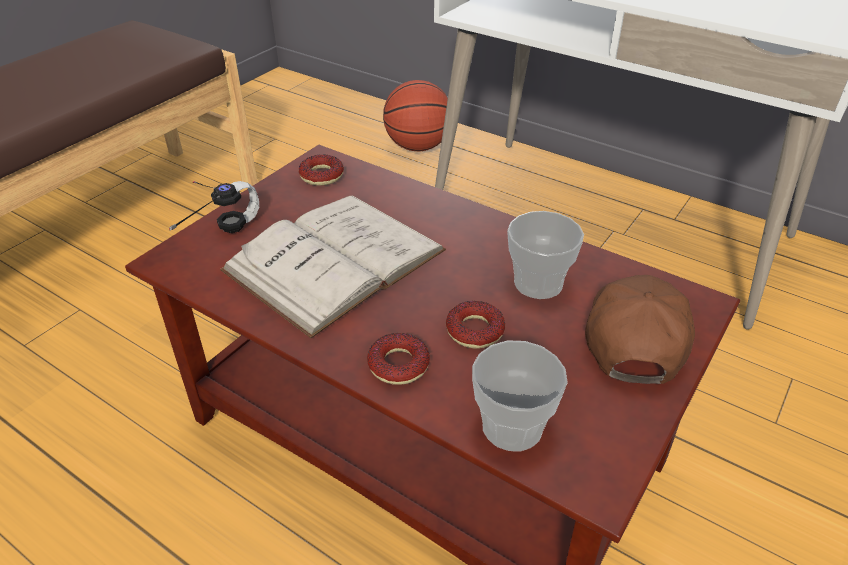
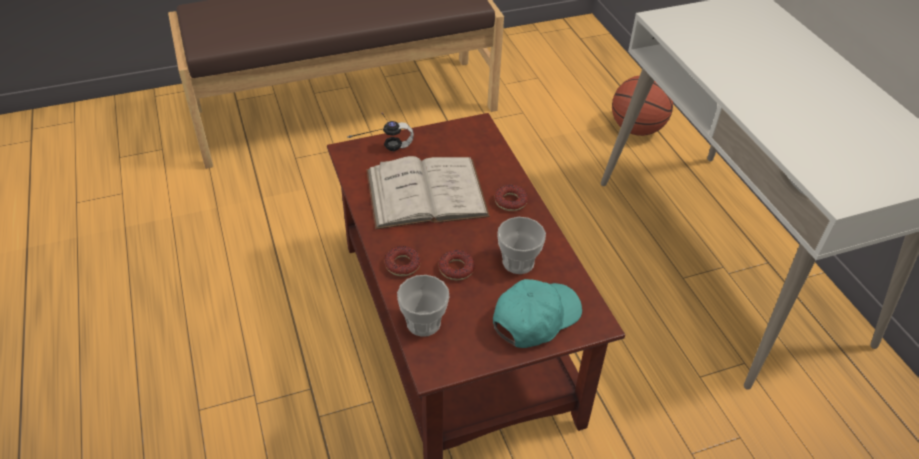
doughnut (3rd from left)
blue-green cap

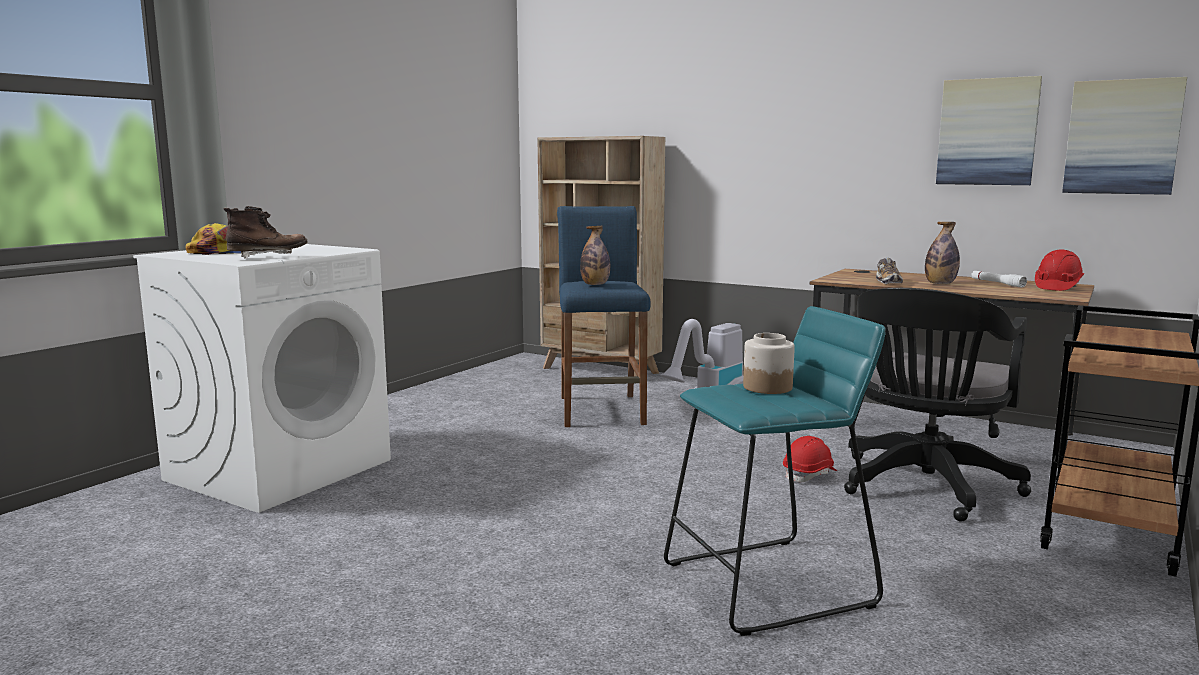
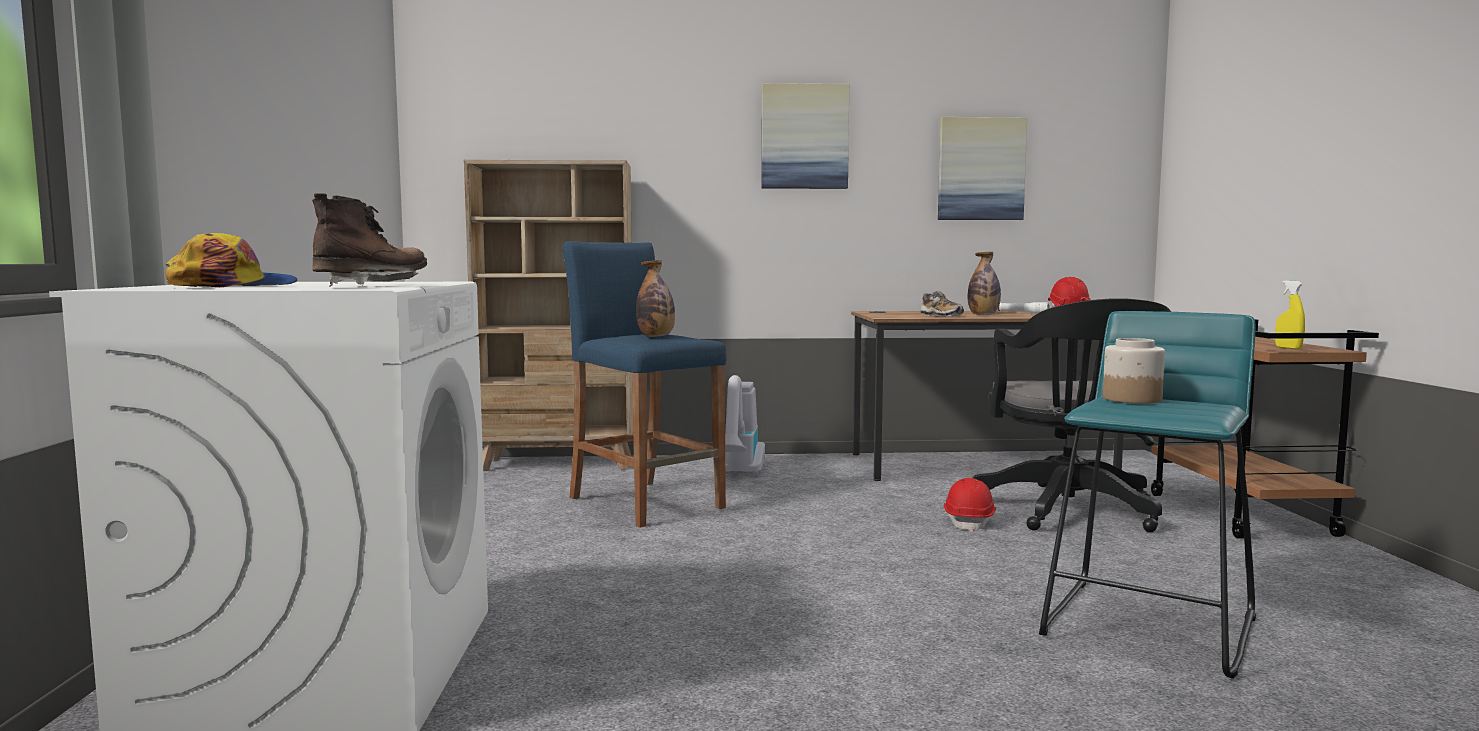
picture (1st from left)
yellow spray bottle

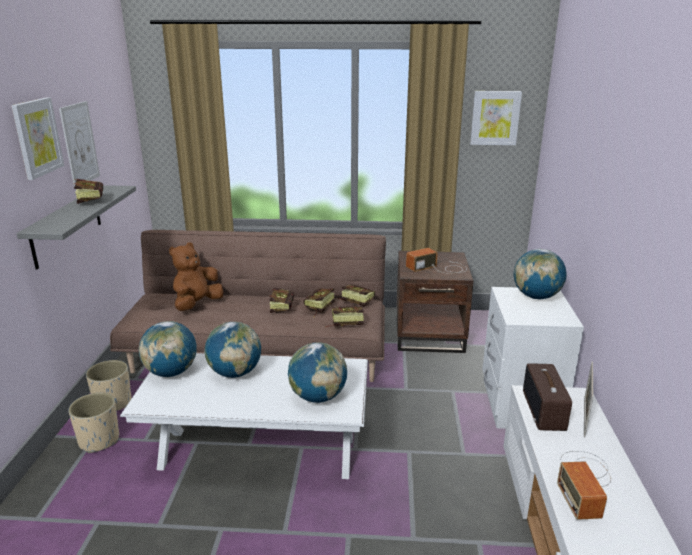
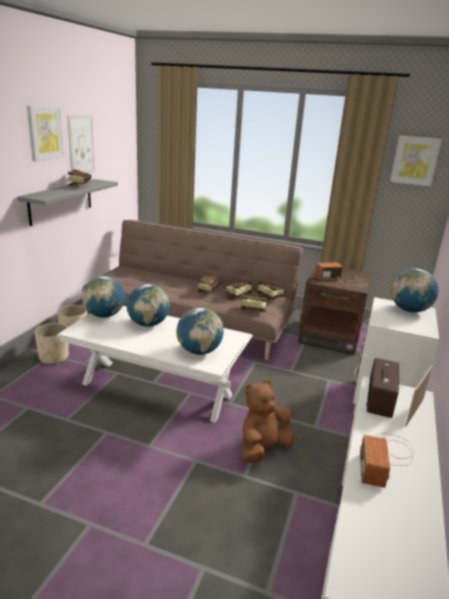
brown-coloured plush toy

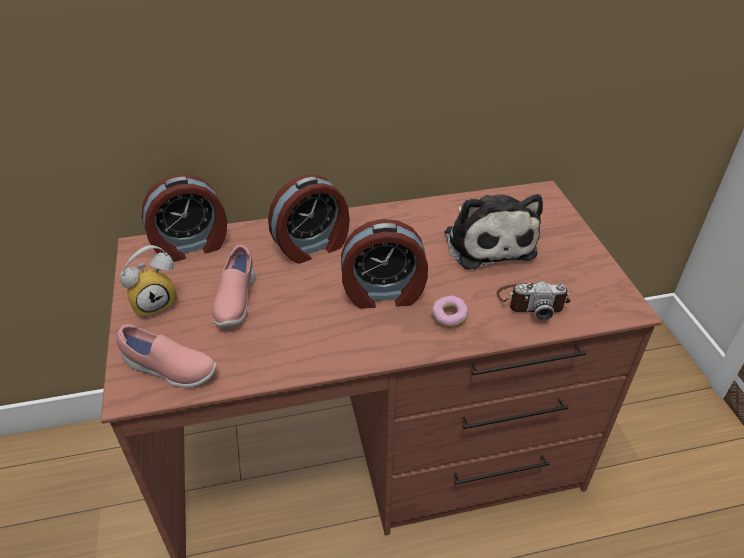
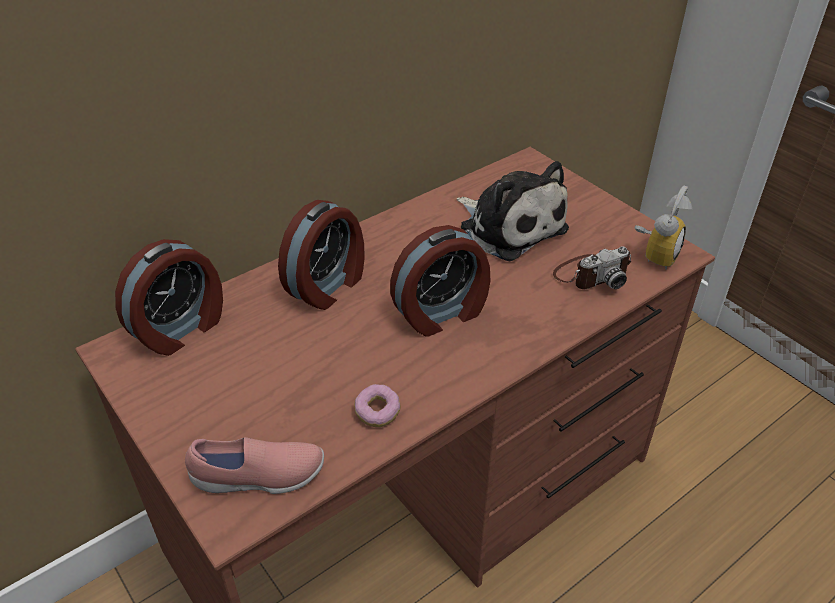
table clock (4th from left)
pink item of footwear (2nd from left in the first image)
doughnut

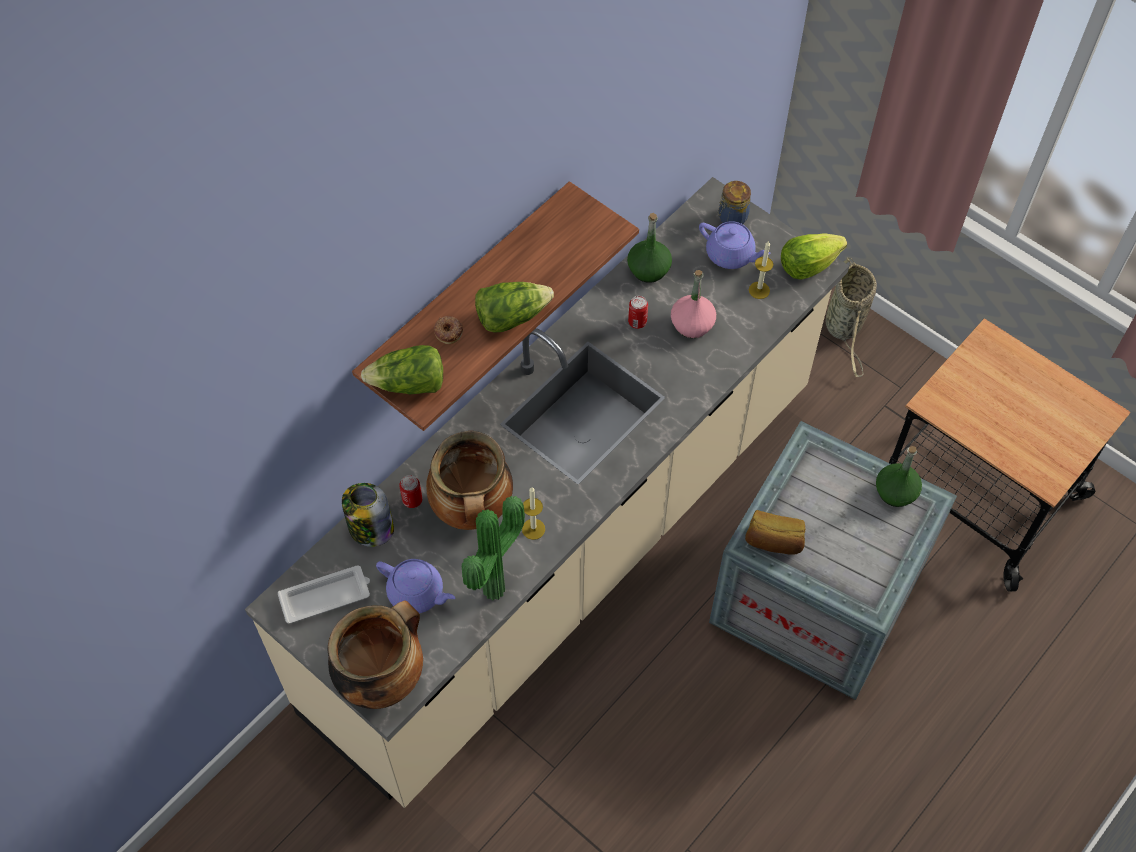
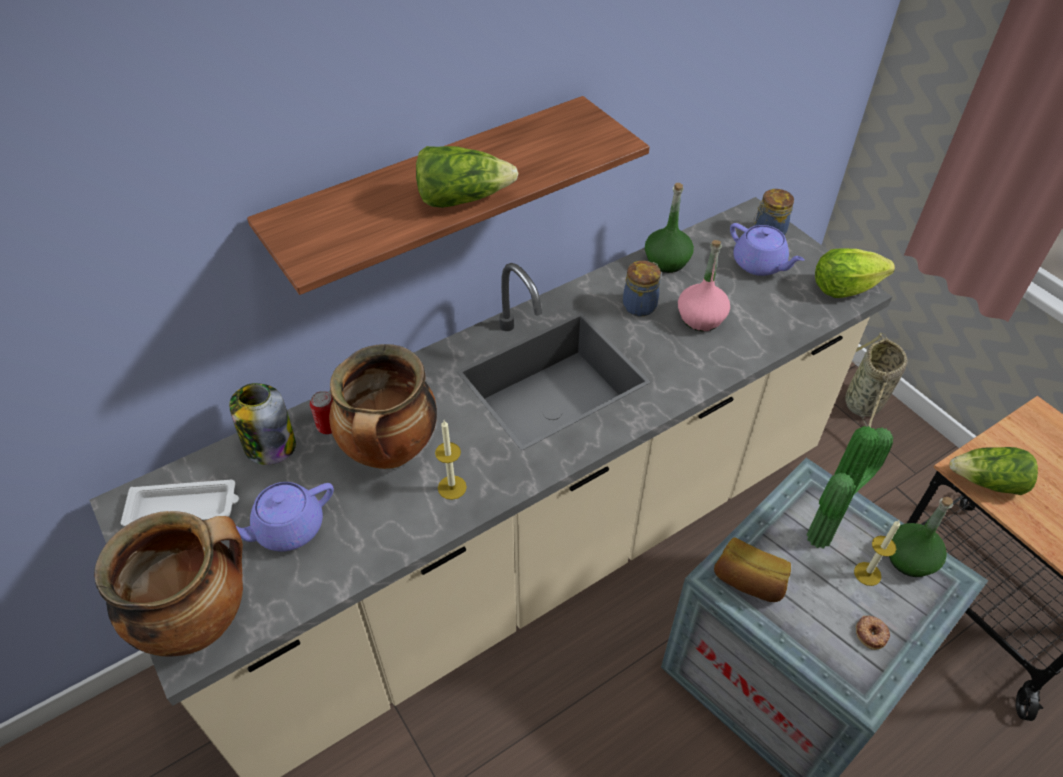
wax light (2nd from left)
jar (2nd from left)
doughnut
lettuce head (3rd from left)
houseplant
purplish tea pot (1st from left)

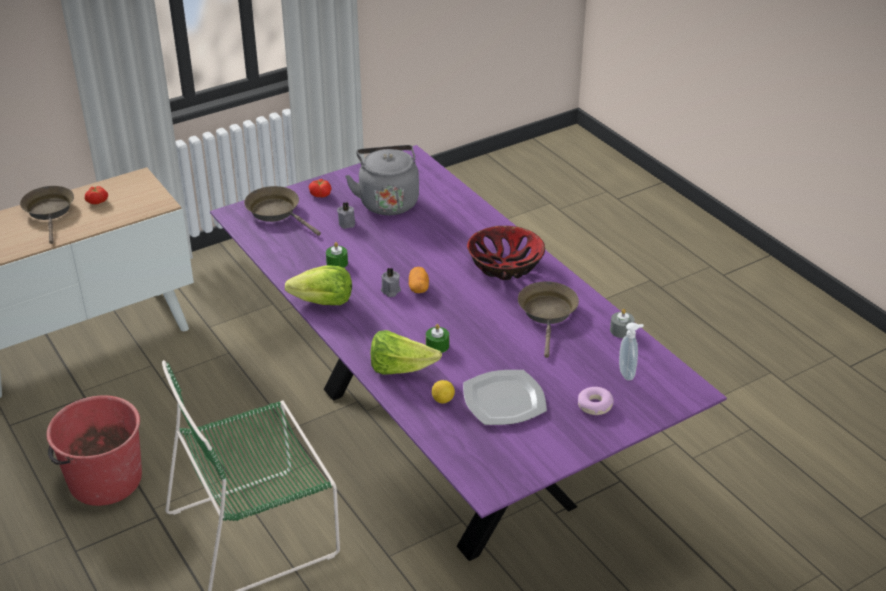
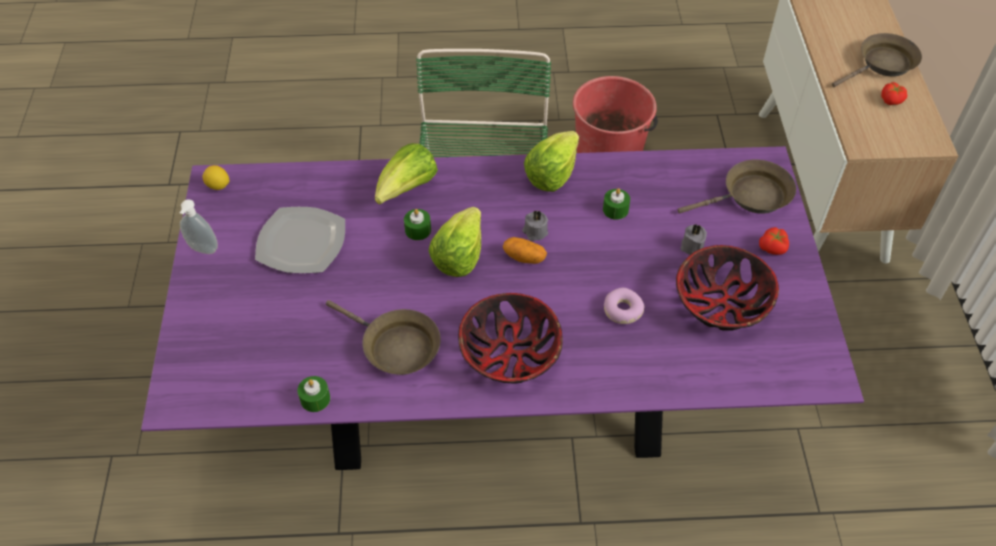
deep dish (2nd from left)
brown-coloured frying pan (3rd from left)
green wax light (1st from left)
soap dispenser
citrus fruit
doughnut
lettuce head (2nd from left)

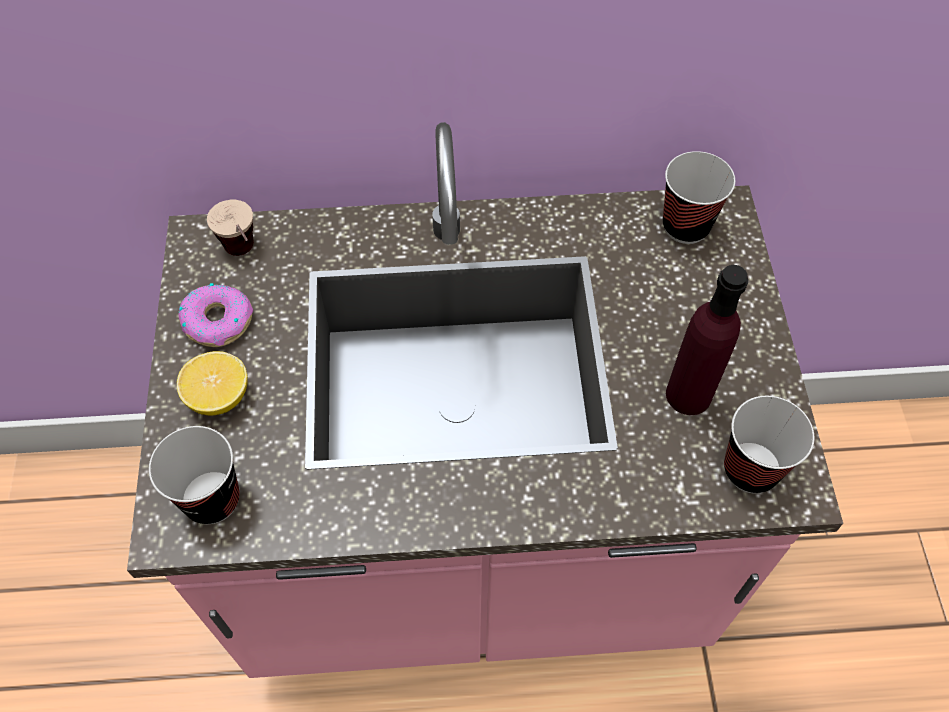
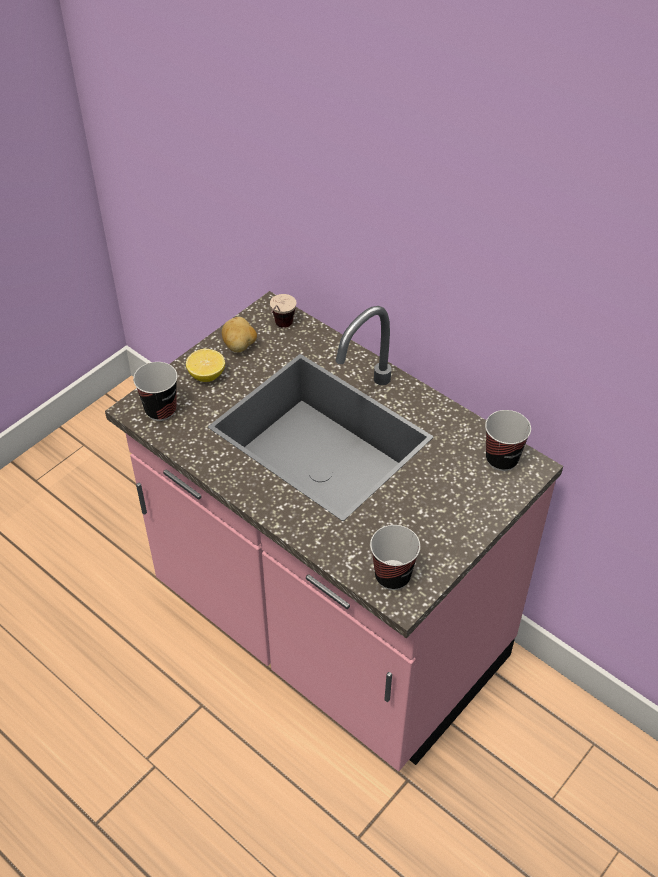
purplish bottle
whole potato

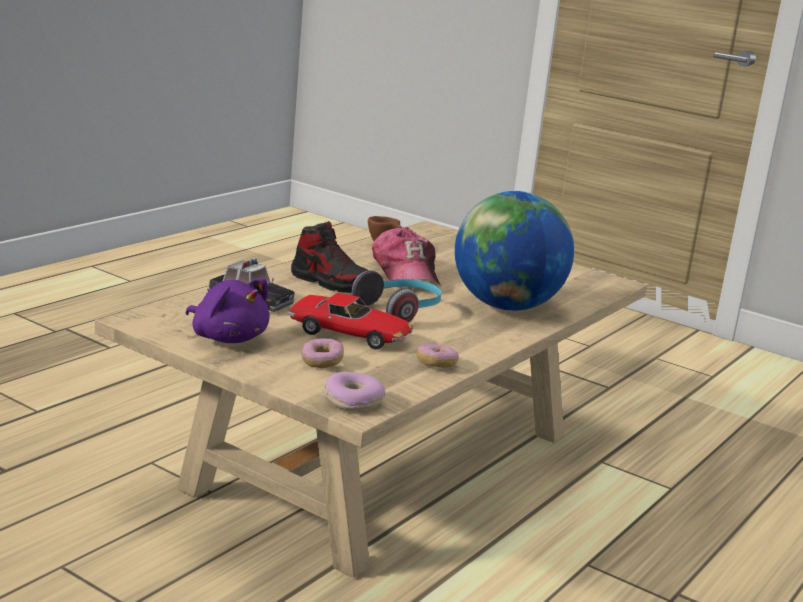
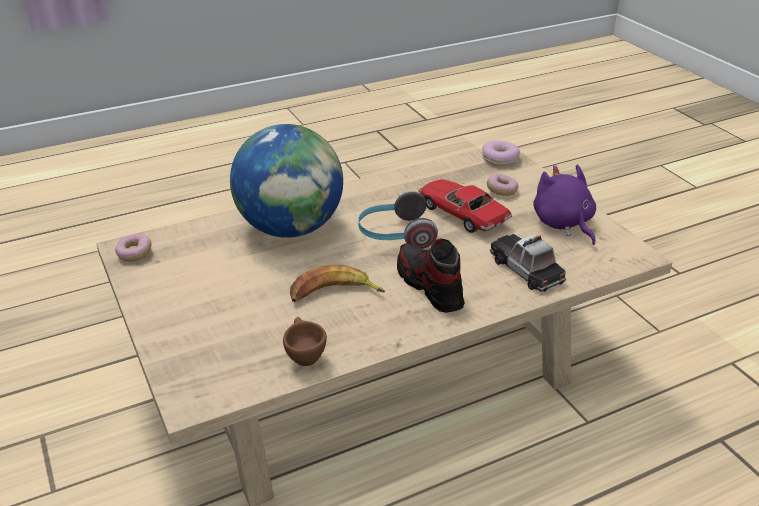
whole banana
doughnut (1st from left)

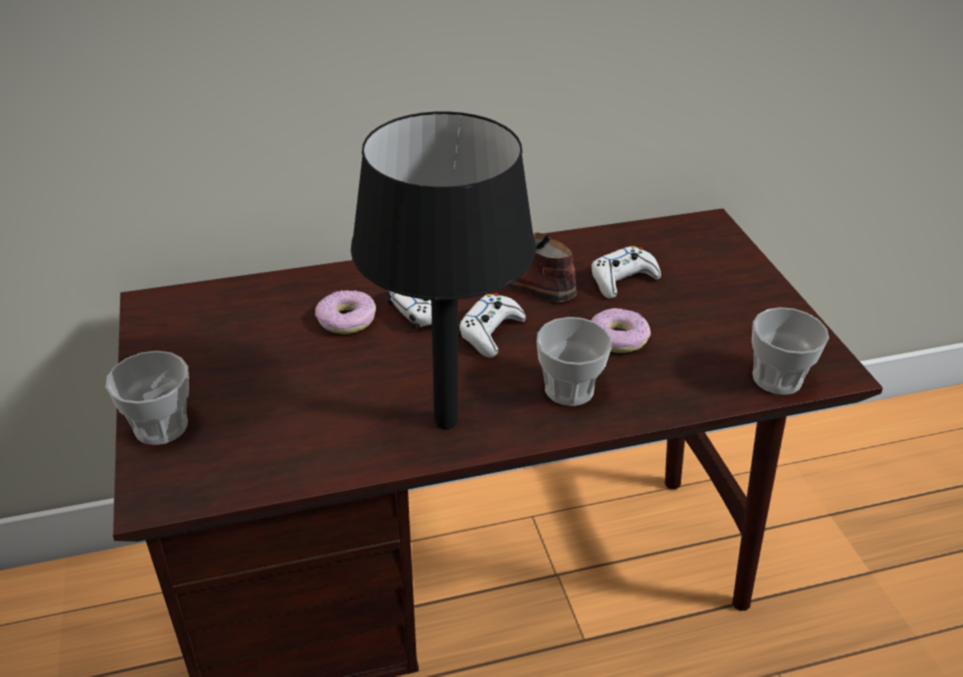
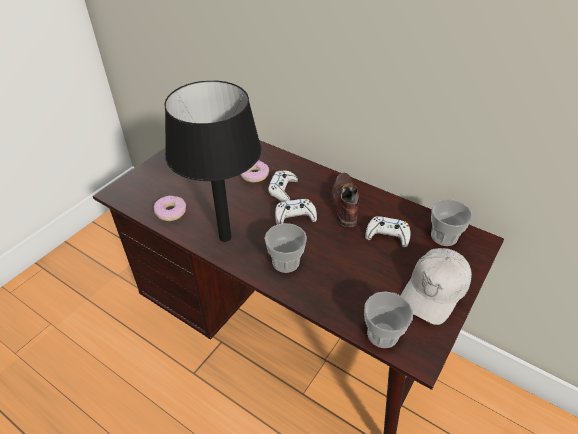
doughnut (1st from left)
cup (3rd from left)
whitish cap

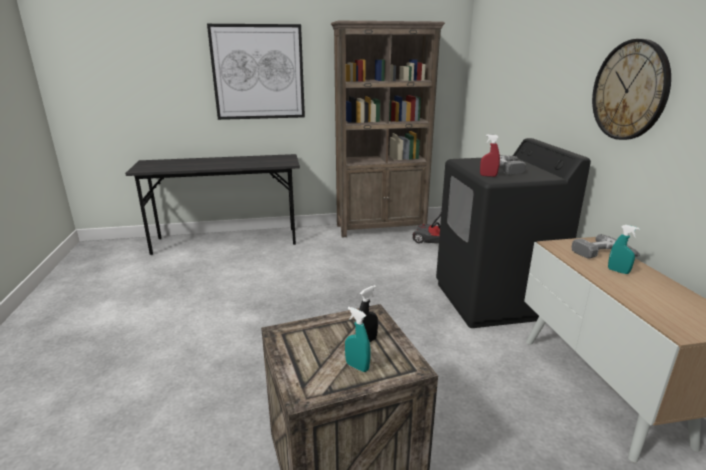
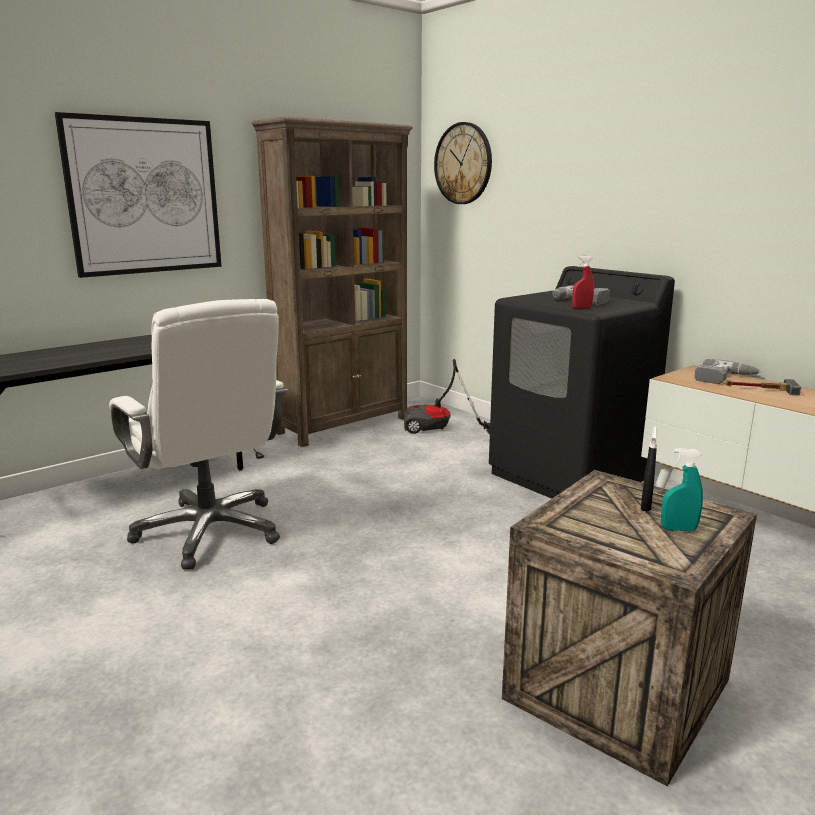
clock on the wall
hand hammer
whitish office chair

